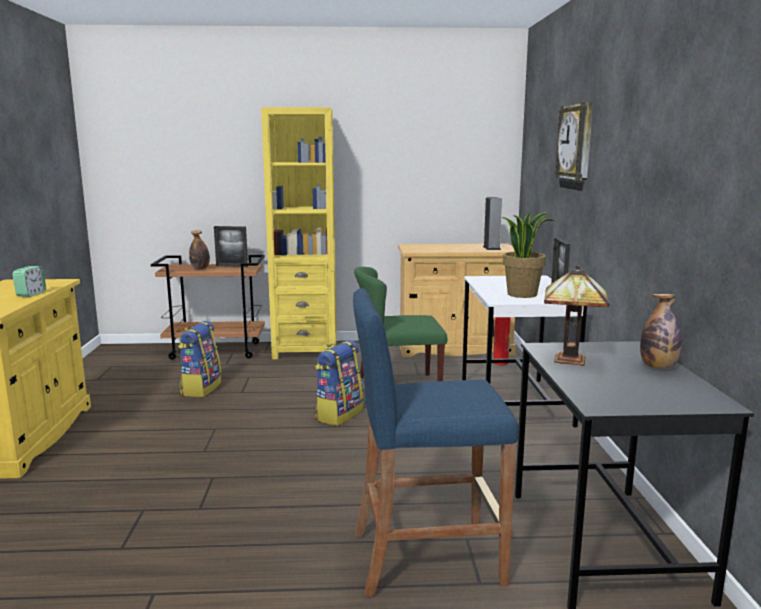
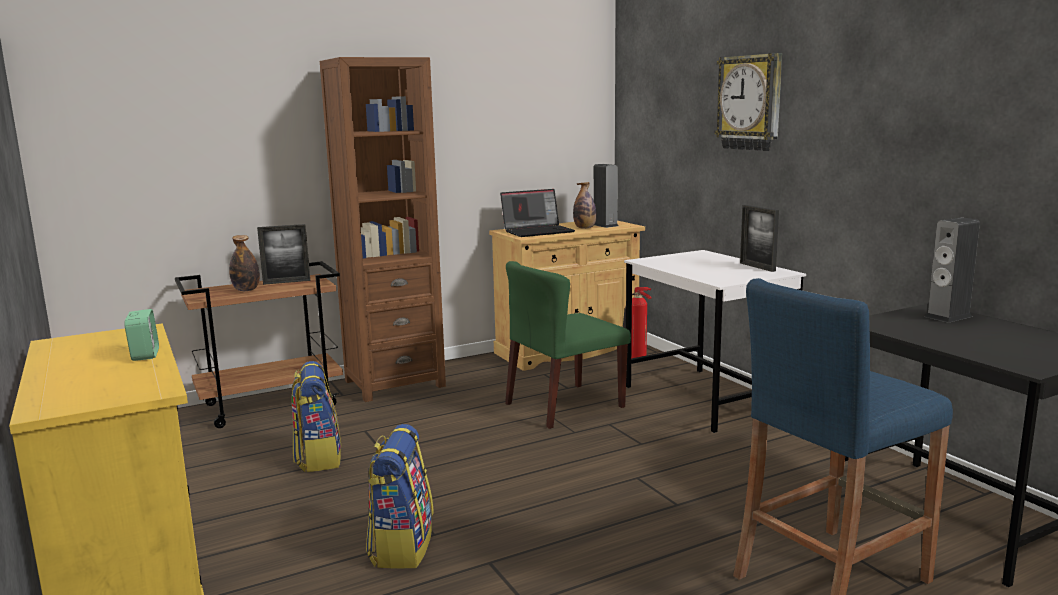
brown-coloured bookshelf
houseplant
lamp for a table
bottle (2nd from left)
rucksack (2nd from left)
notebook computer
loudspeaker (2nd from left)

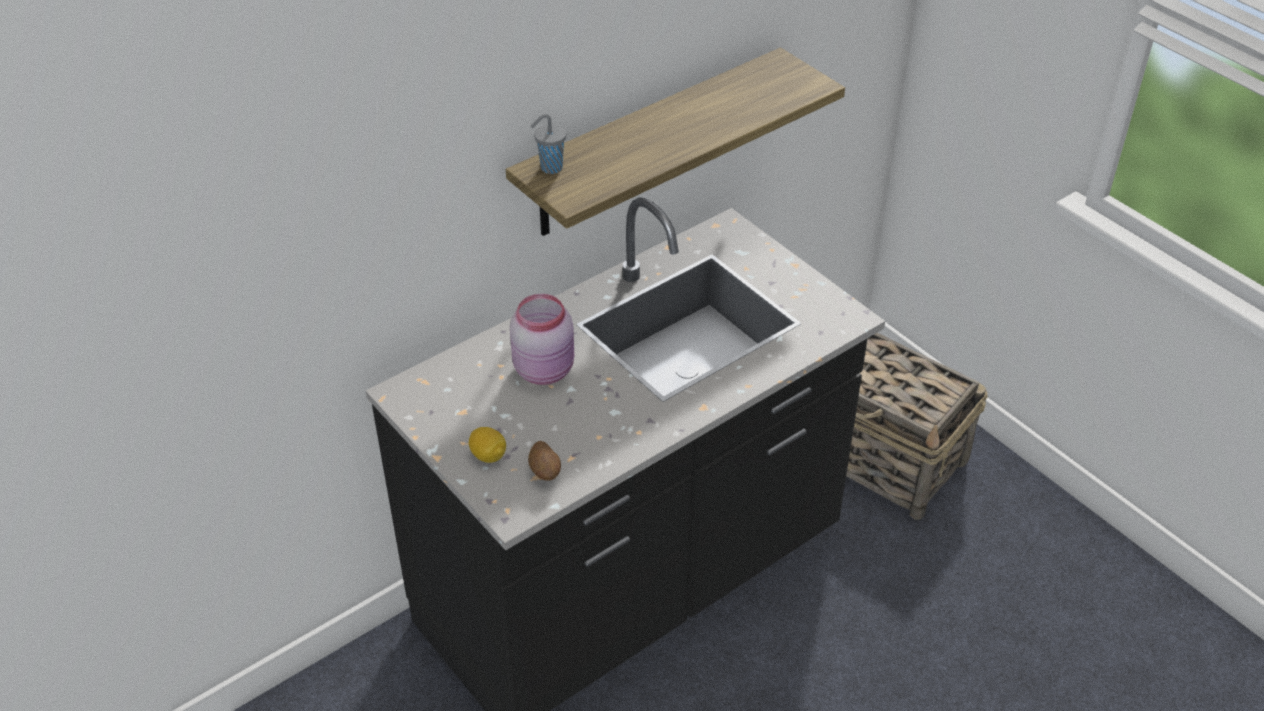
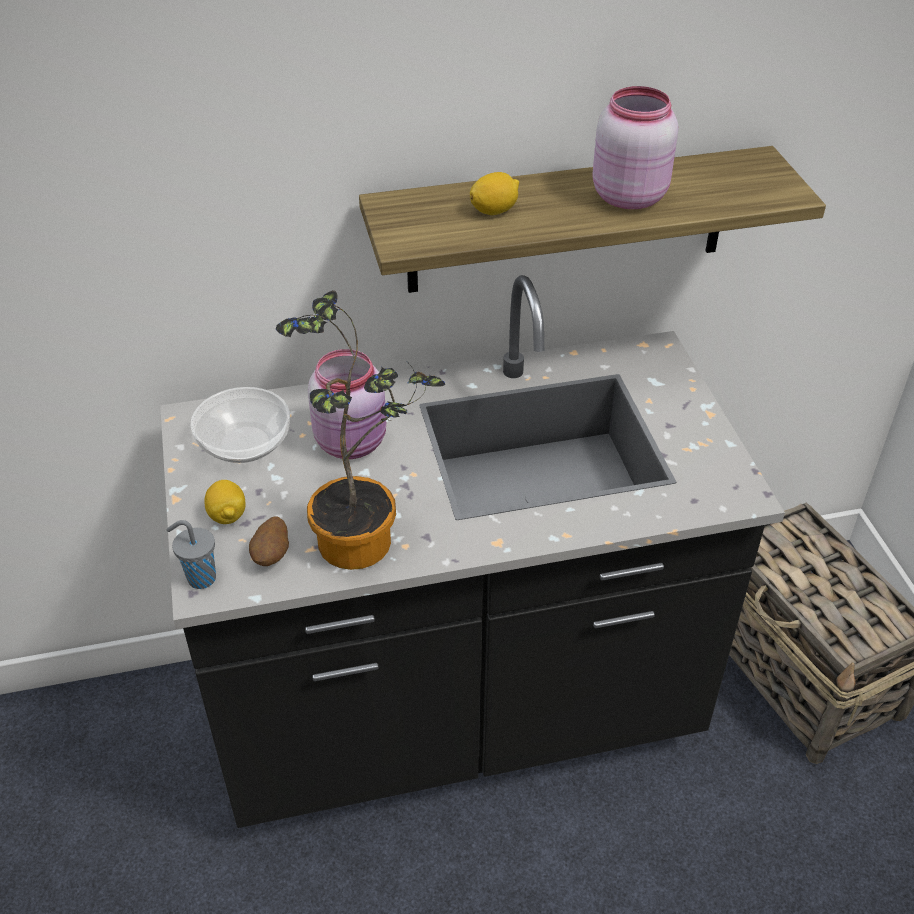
greyish cup
pink jar (2nd from left)
citrus fruit (2nd from left)
houseplant
deep dish

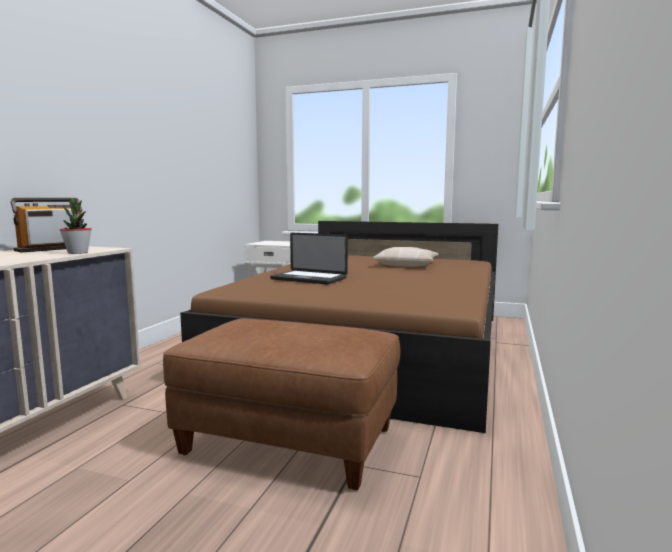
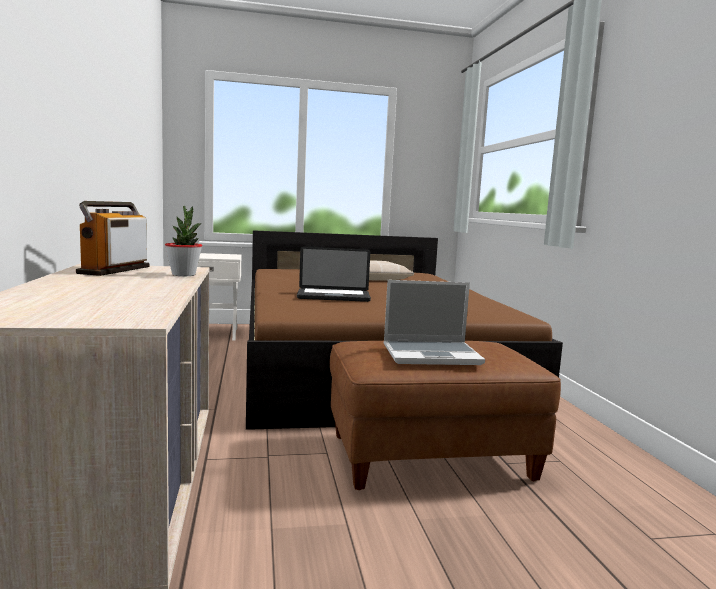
notebook computer (2nd from left)

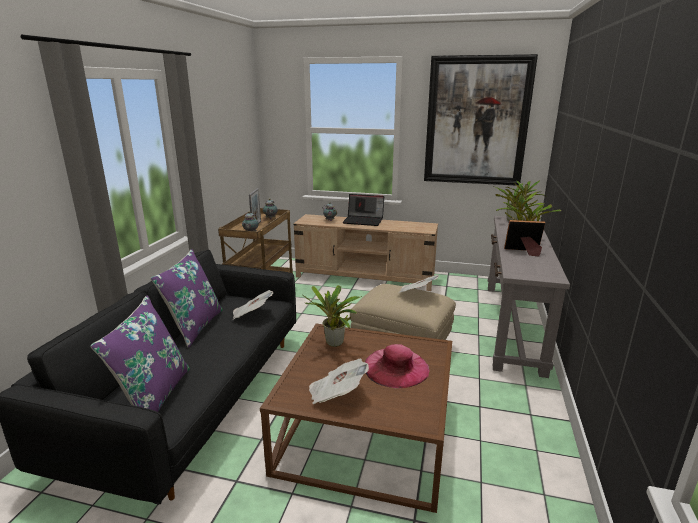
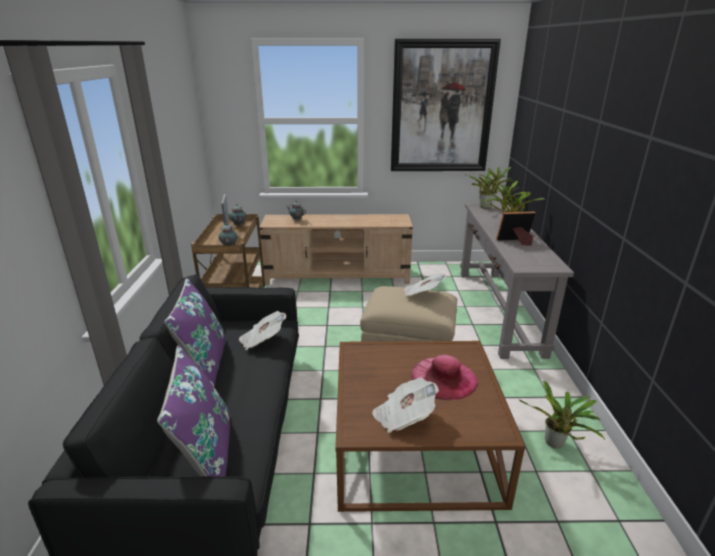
notebook computer
houseplant (3rd from left)

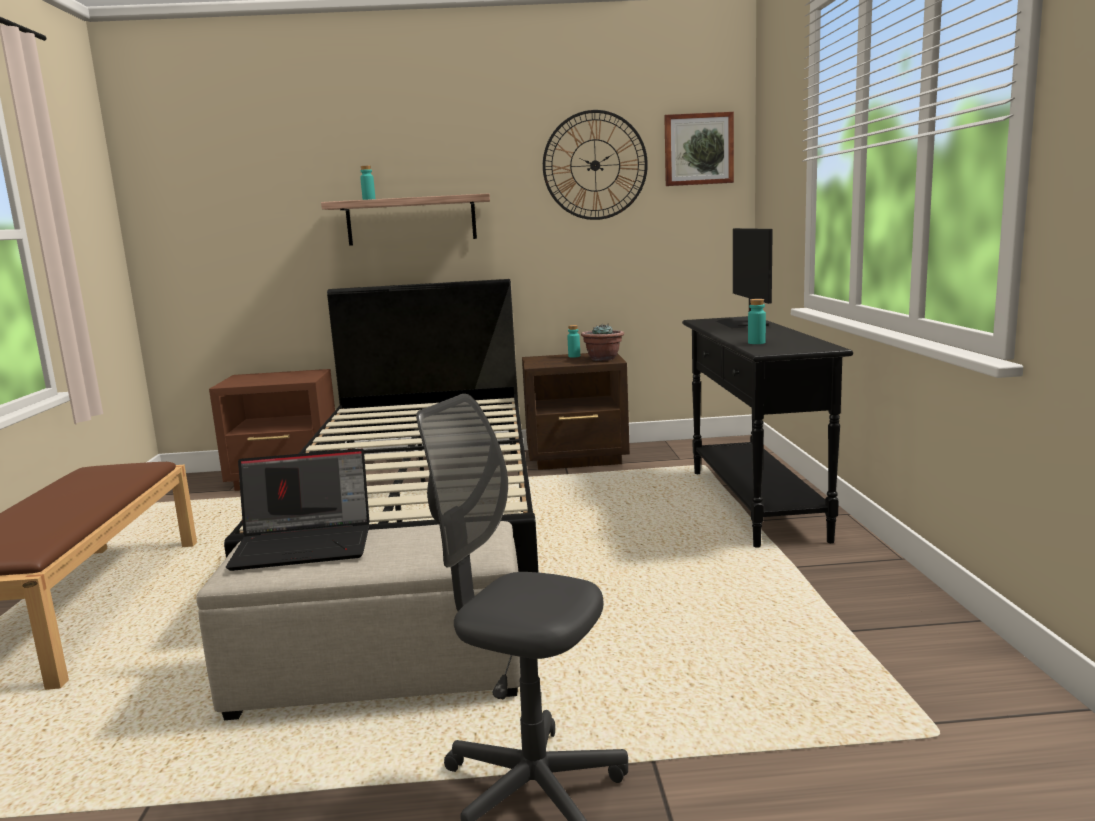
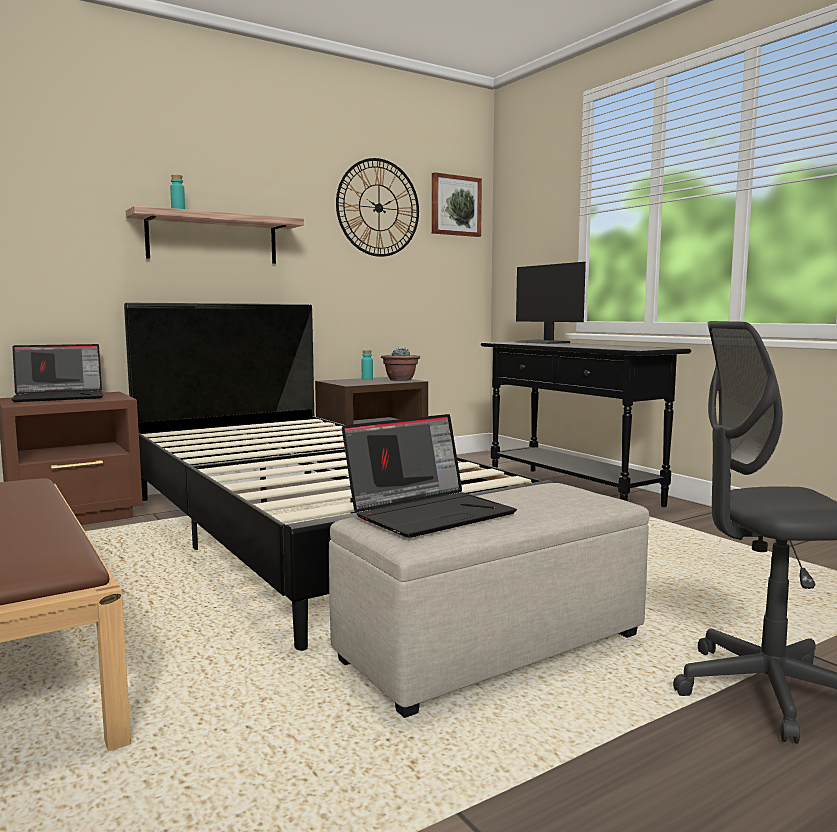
blue-green bottle (3rd from left in the first image)
notebook computer (1st from left)

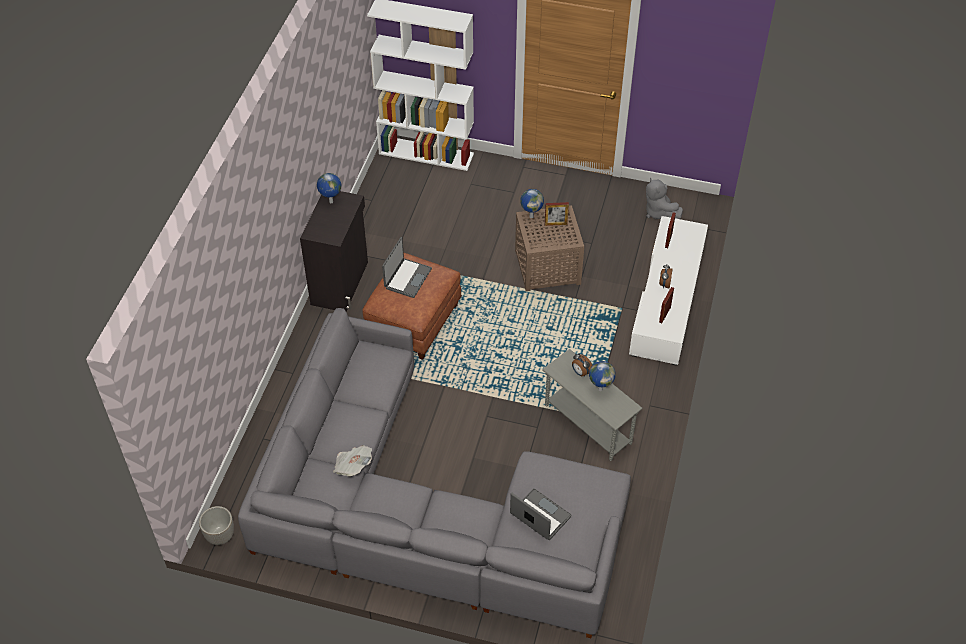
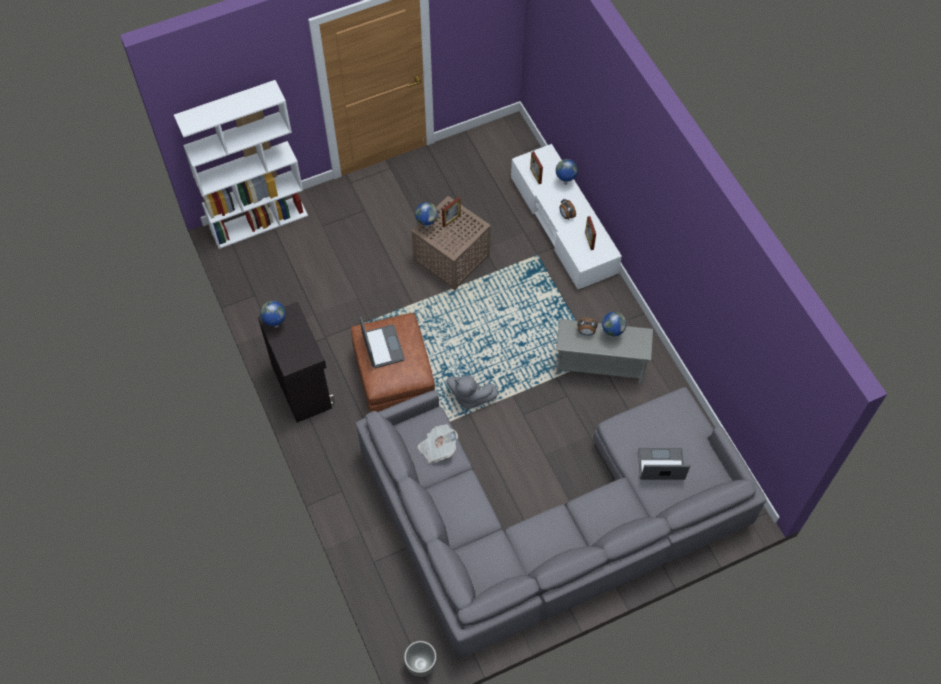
greyish plush toy
newspaper
world globe (3rd from left)

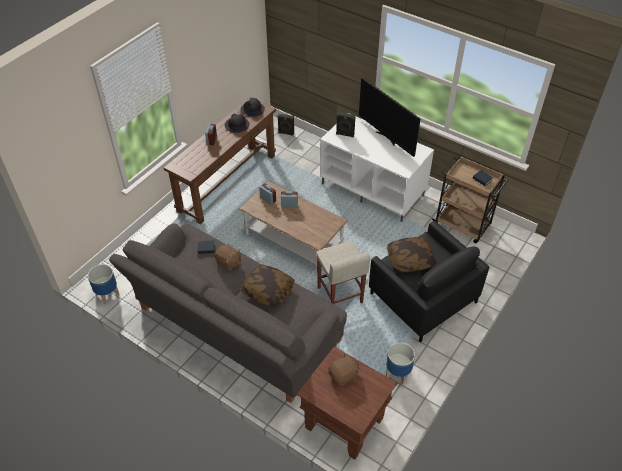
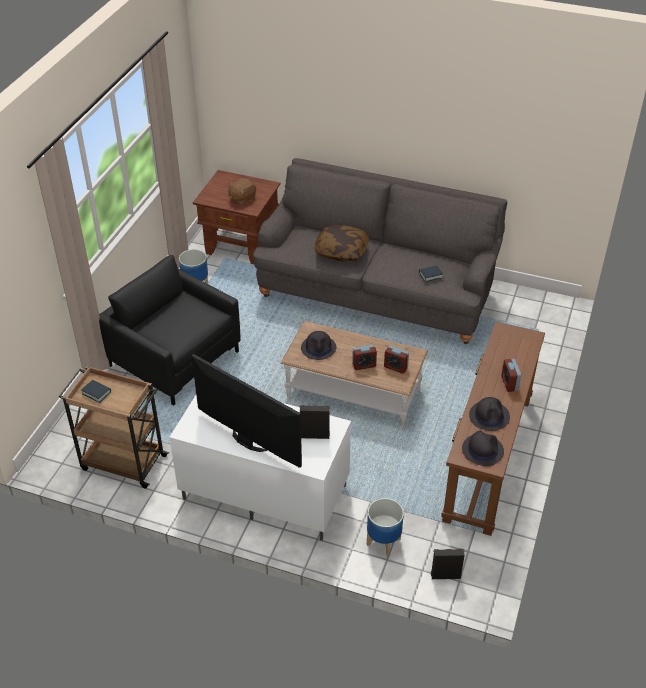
throw pillow (2nd from left in the first image)
beige sitting stool
brown-coloured plush toy (1st from left in the first image)
flower pot (2nd from left)
black-coloured wearable hat (1st from left)

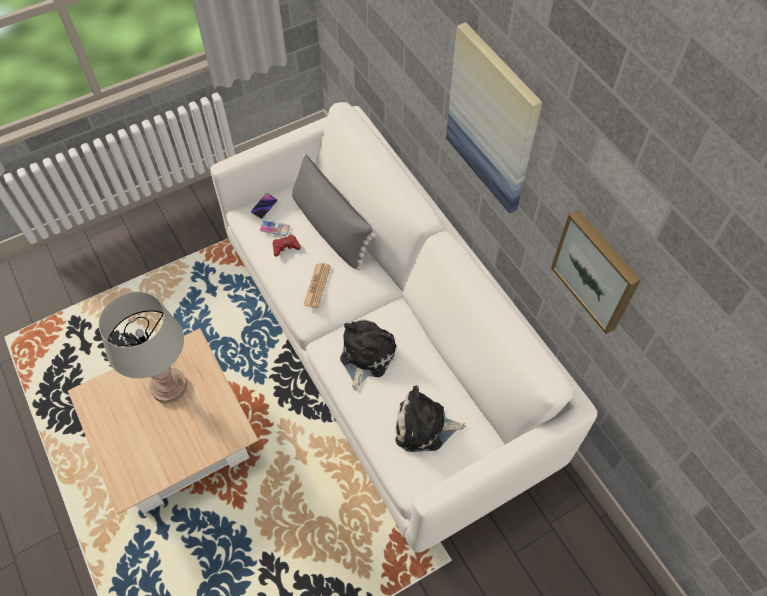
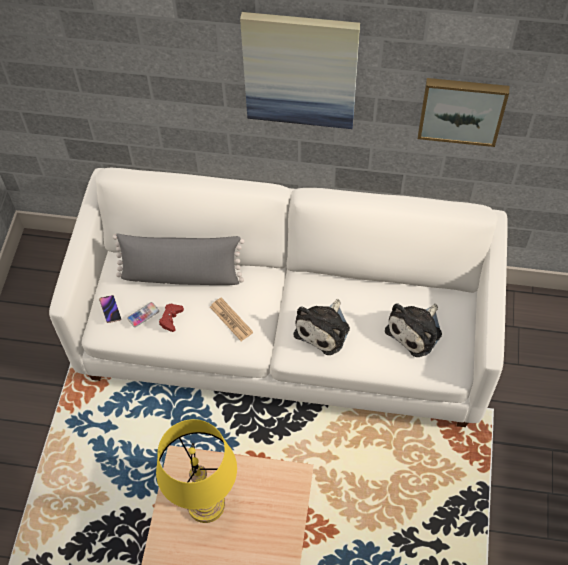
yellow lamp for a table
plush toy (1st from left)

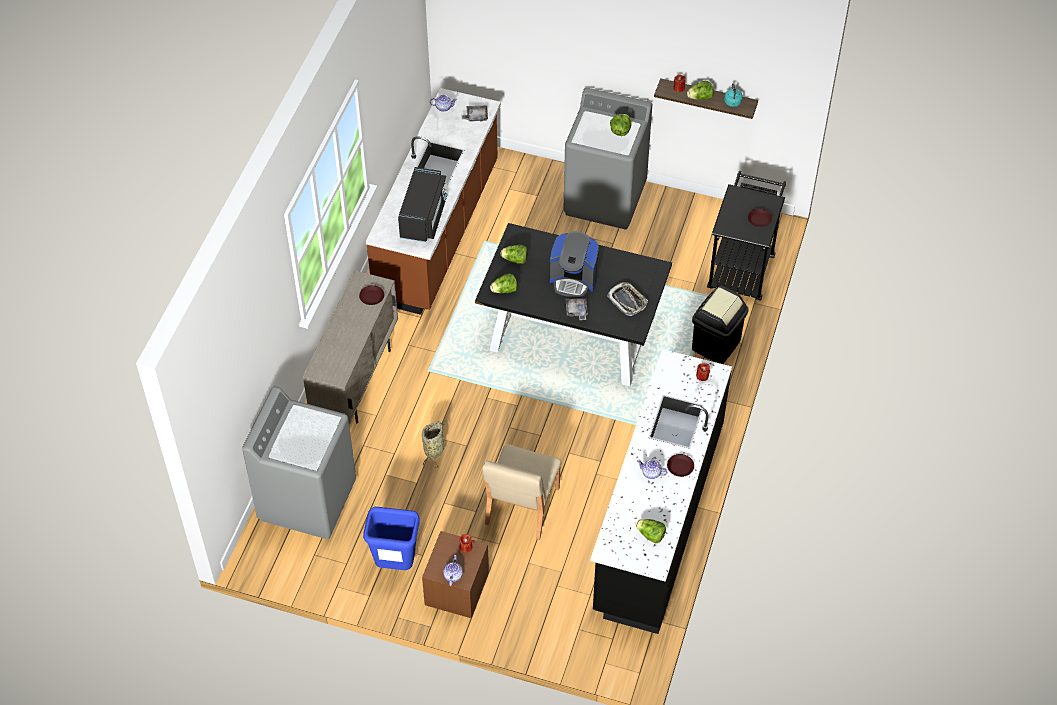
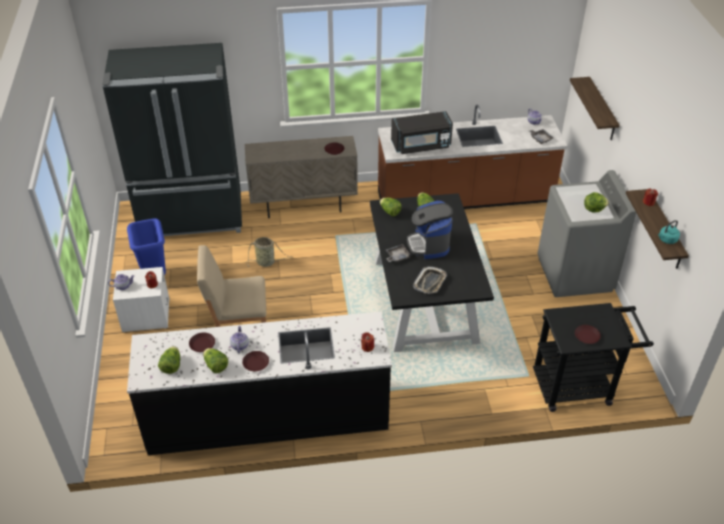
lettuce head (2nd from left)
black-coloured rubbish bin
black-coloured fridge
whitish night table
wall shelf (1st from left)
brown-coloured flat dish (1st from left)

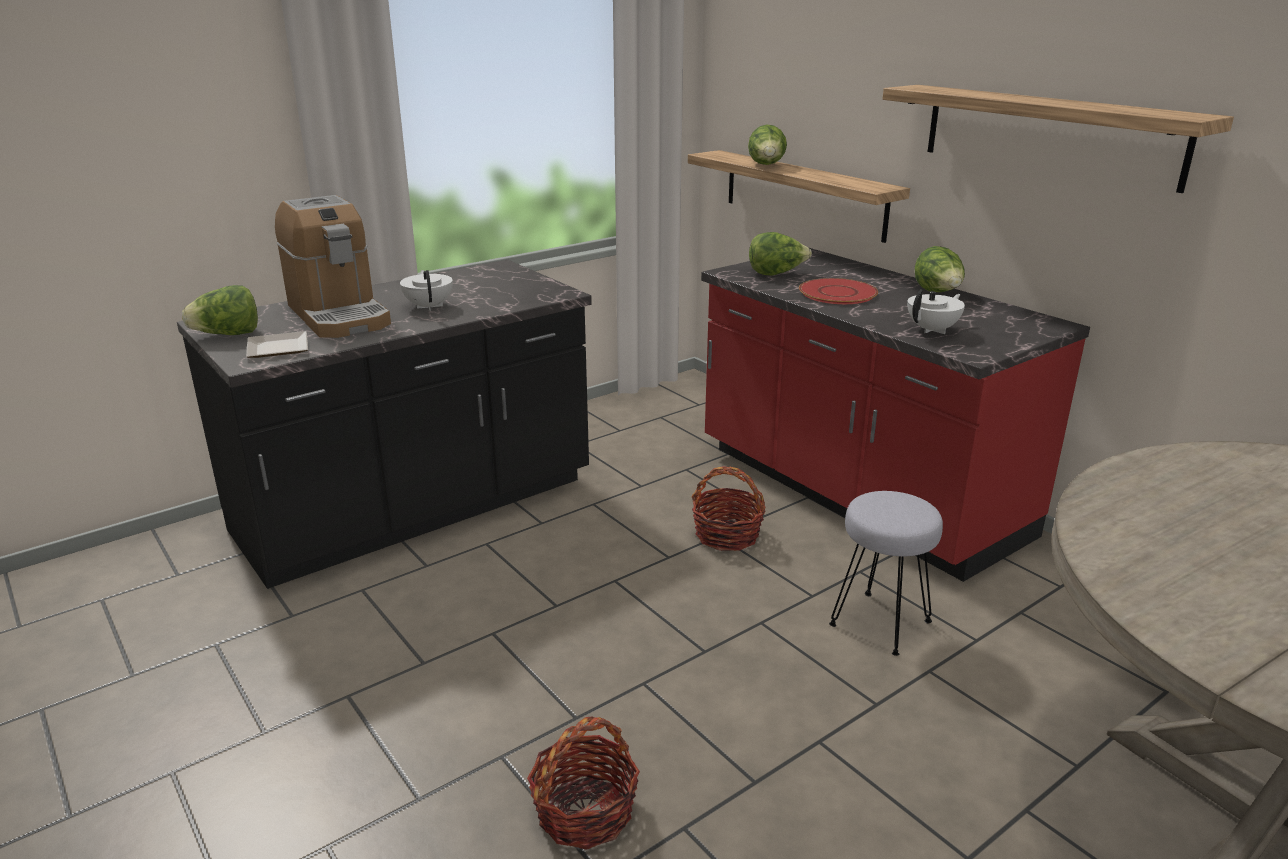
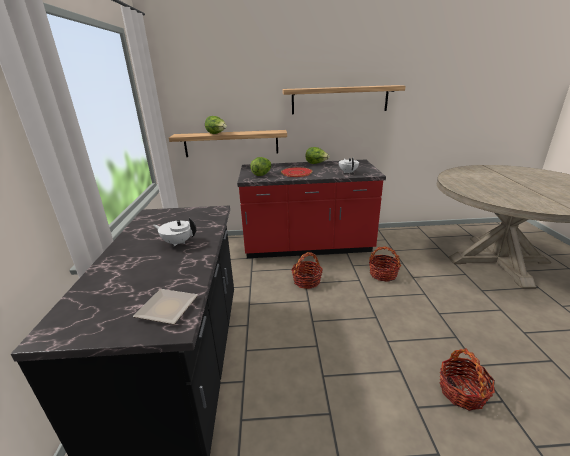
coffee brewer
lettuce head (1st from left in the first image)
basket (2nd from left)

